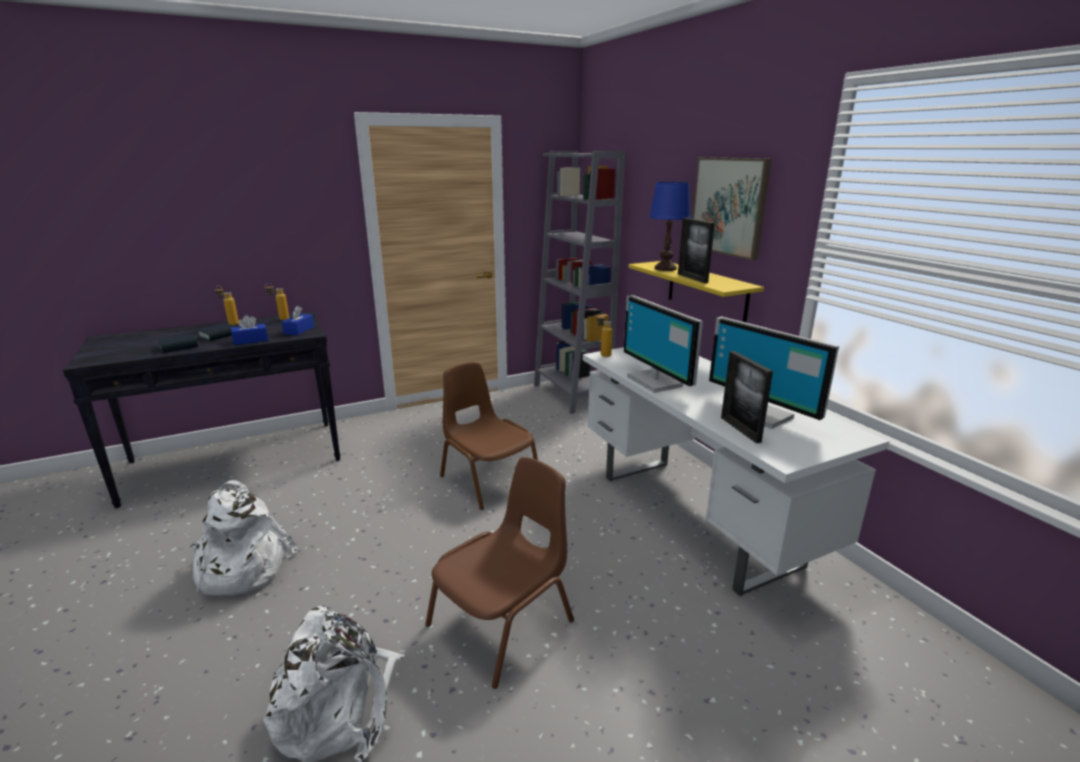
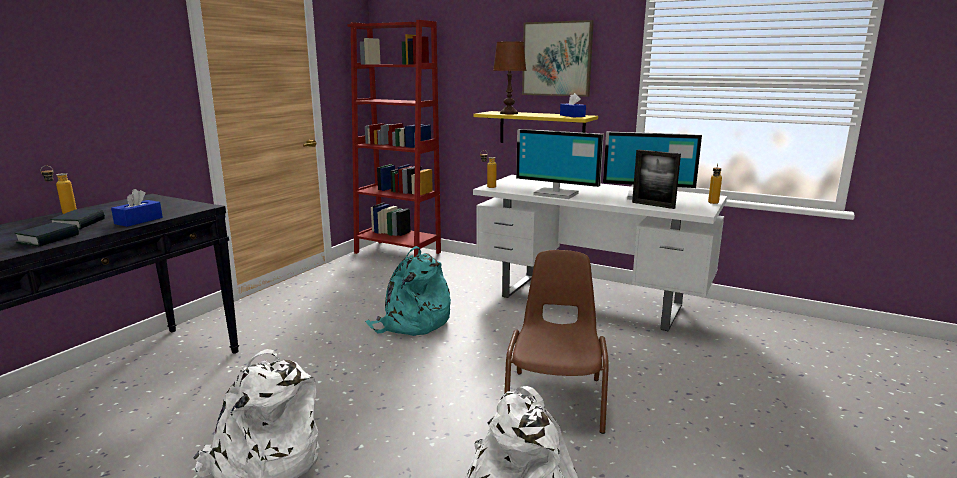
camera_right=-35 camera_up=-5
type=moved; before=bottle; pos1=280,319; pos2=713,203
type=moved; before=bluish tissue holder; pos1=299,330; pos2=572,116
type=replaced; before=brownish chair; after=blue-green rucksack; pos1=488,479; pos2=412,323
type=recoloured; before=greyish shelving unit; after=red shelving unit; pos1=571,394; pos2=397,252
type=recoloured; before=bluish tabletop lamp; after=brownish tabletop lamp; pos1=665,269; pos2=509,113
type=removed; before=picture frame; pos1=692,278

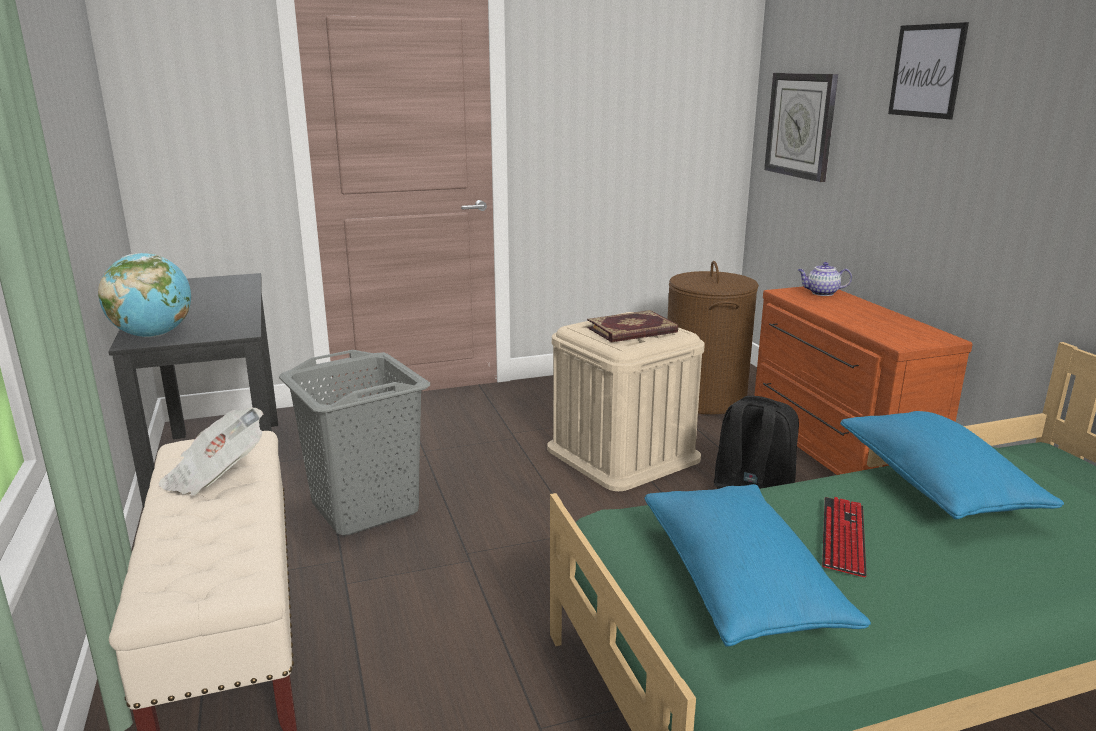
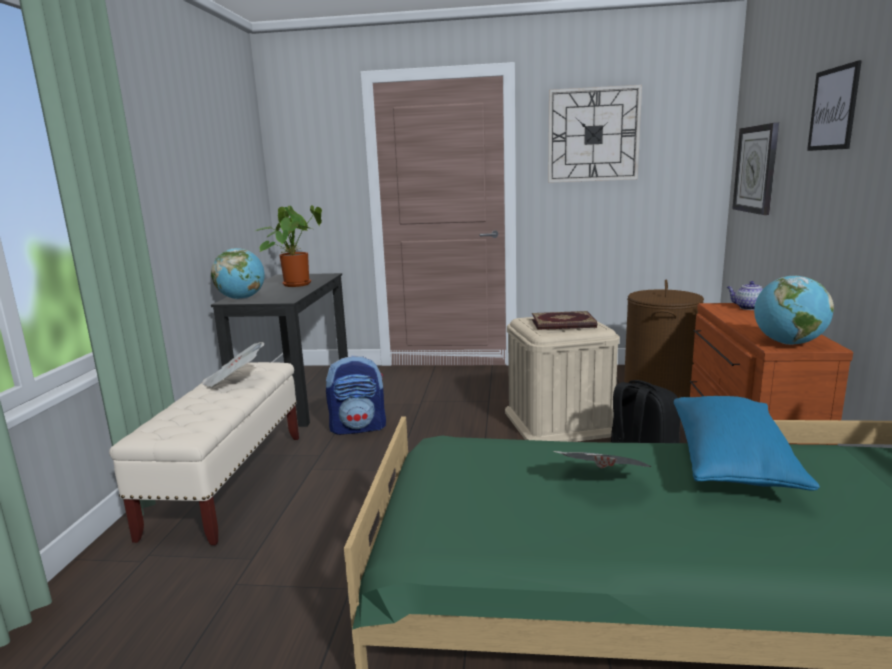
camera_right=25 camera_up=-5
type=replaced; before=greyish laundry basket; after=rucksack; pos1=365,507; pos2=359,428
type=removed; before=bluish pillow; pos1=739,585
type=replaced; before=PC keyboard; after=printed paper; pos1=843,537; pos2=602,482
type=added; after=houseplant; pos2=296,284
type=added; after=clock on the wall; pos2=593,135
type=added; after=desk globe; pos2=788,343

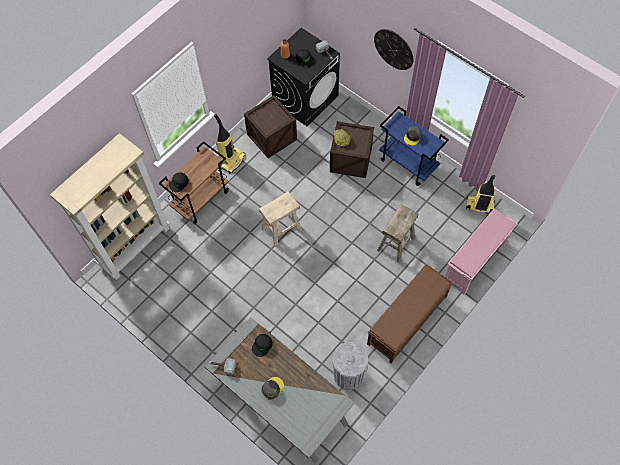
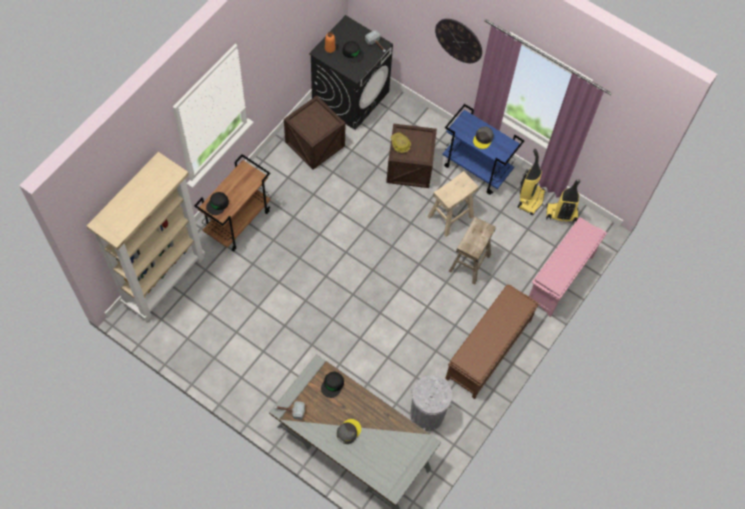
camera_right=-10 camera_up=0
type=moved; before=hoover; pos1=231,160; pos2=530,199
type=moved; before=beige sitting stool; pos1=281,229; pos2=450,216

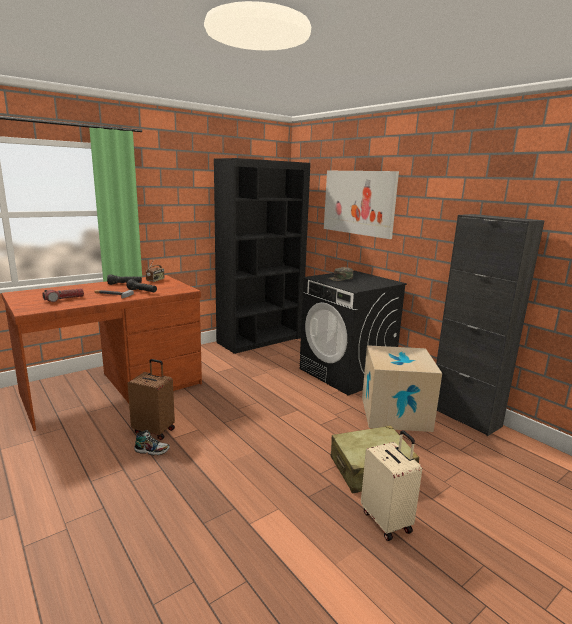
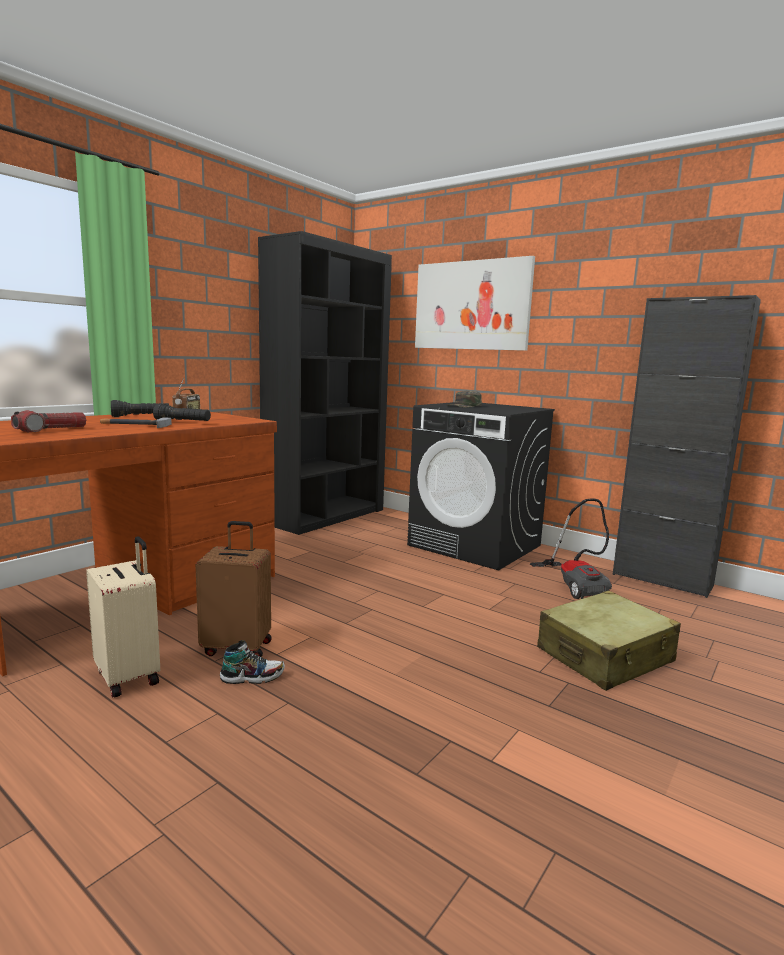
camera_right=-15 camera_up=-5
type=moved; before=beige travel case; pos1=387,521; pos2=129,676
type=replaced; before=cardboard box; after=hoover; pos1=395,413; pos2=576,585

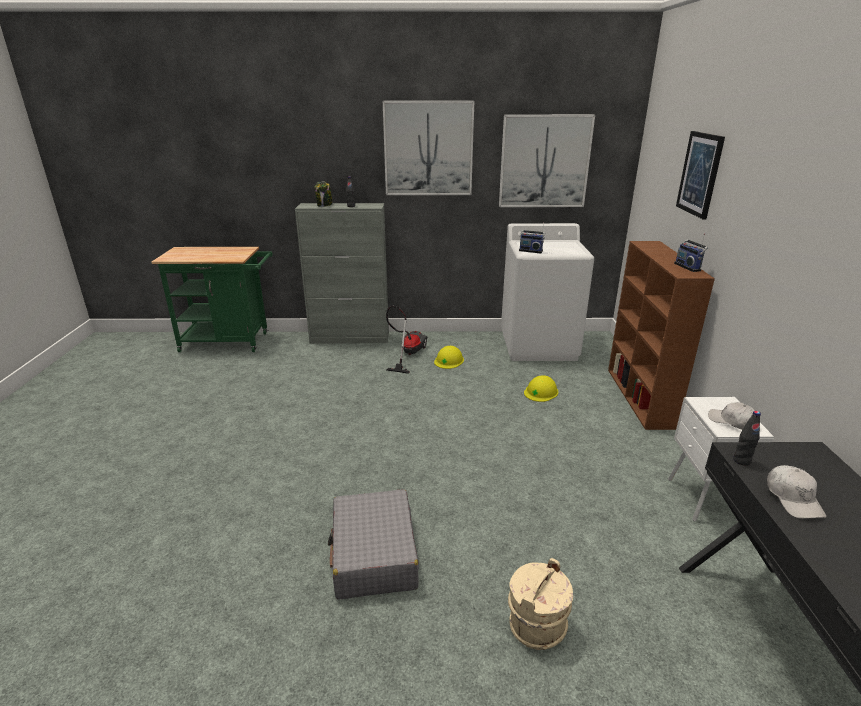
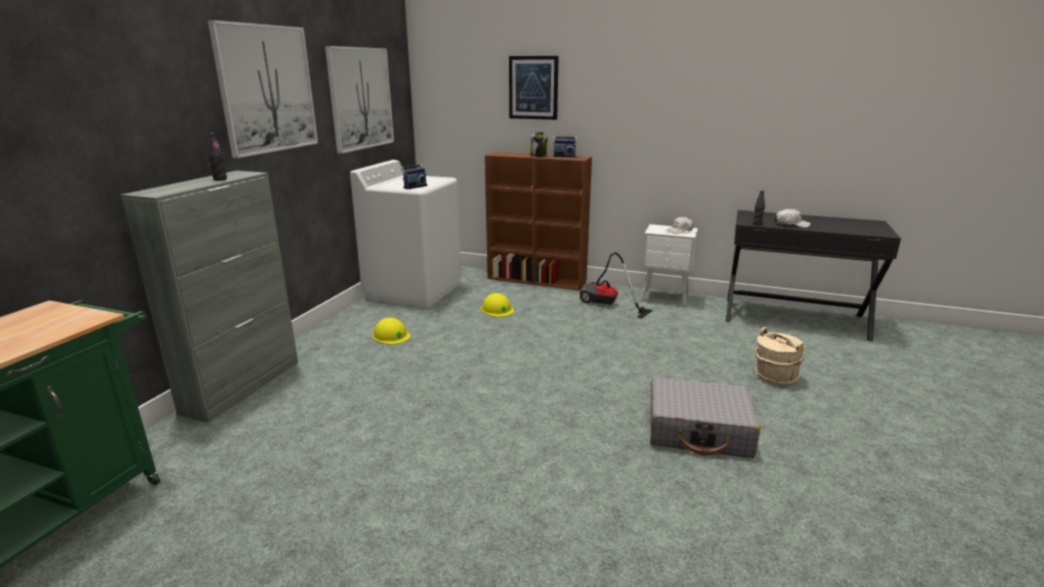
camera_right=-70 camera_up=-5
type=moved; before=storage jar; pos1=324,205; pos2=538,156
type=moved; before=hoover; pos1=407,354; pos2=607,305

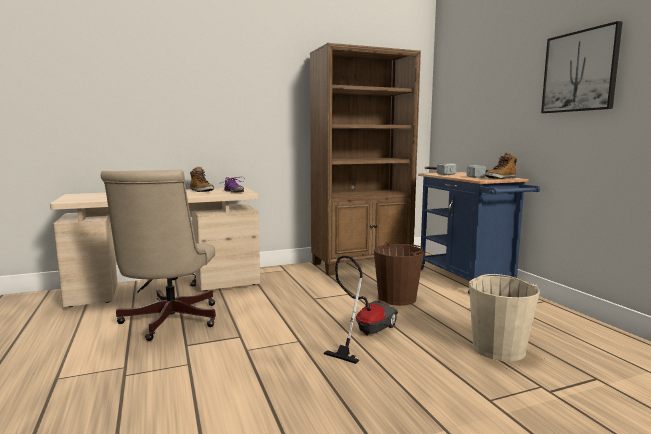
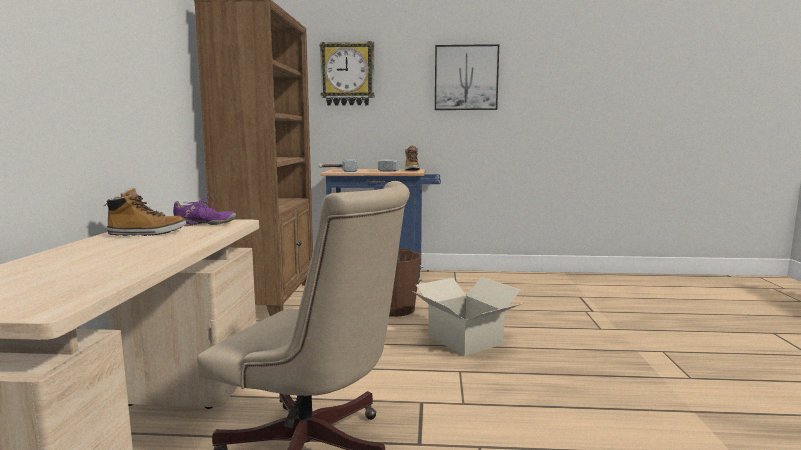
camera_right=-65 camera_up=0
type=replaced; before=hoover; after=cardboard box; pos1=364,333; pos2=465,339
type=removed; before=beige bucket; pos1=498,348
type=added; after=clock on the wall; pos2=348,74

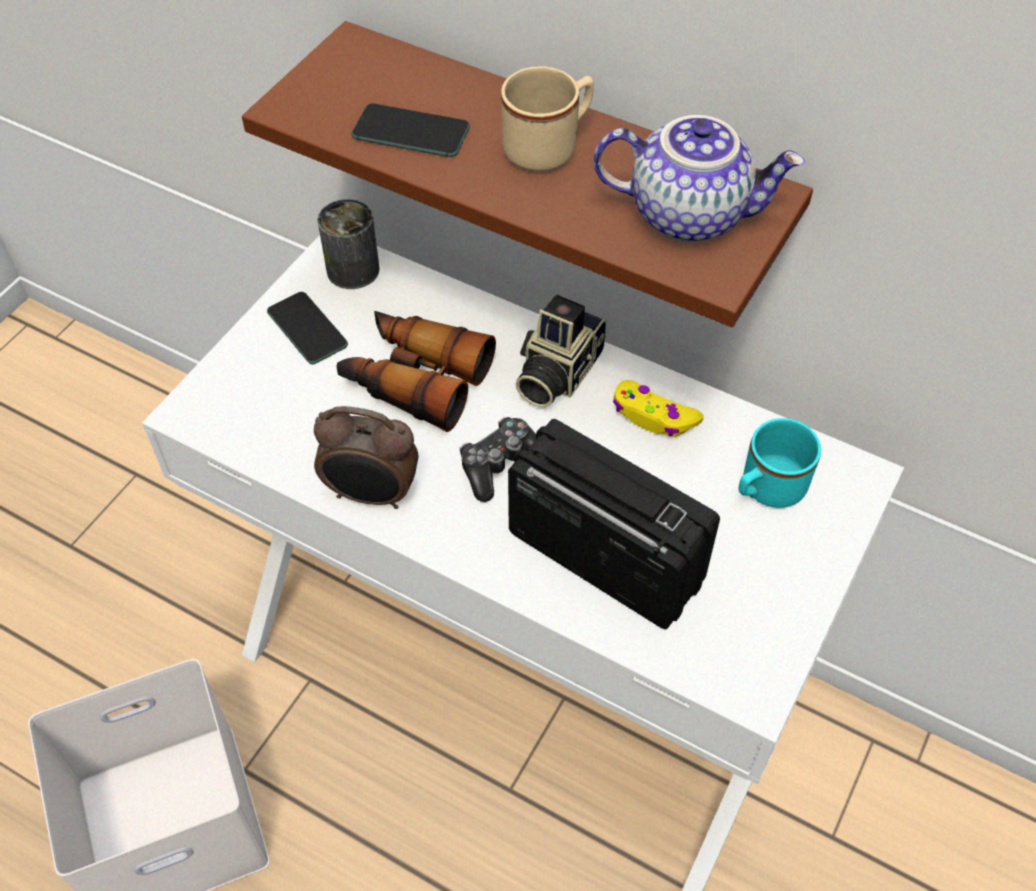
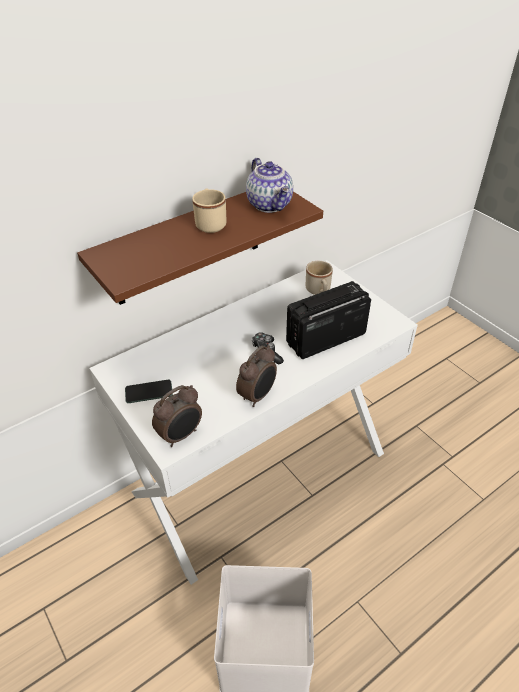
camera_right=-65 camera_up=-10
type=removed; before=sealed can; pos1=353,270
type=removed; before=binoculars; pos1=414,379
type=removed; before=phone; pos1=411,132
type=removed; before=still camera; pos1=555,372
type=turned; before=pot for tea; pos1=689,213; pos2=270,205; turn=120
type=removed; before=yellow-coloured game controller; pos1=653,416
type=recoloured; before=blue-green mug; after=beige mug; pos1=766,490; pos2=319,291
type=added; after=table clock; pos2=181,435

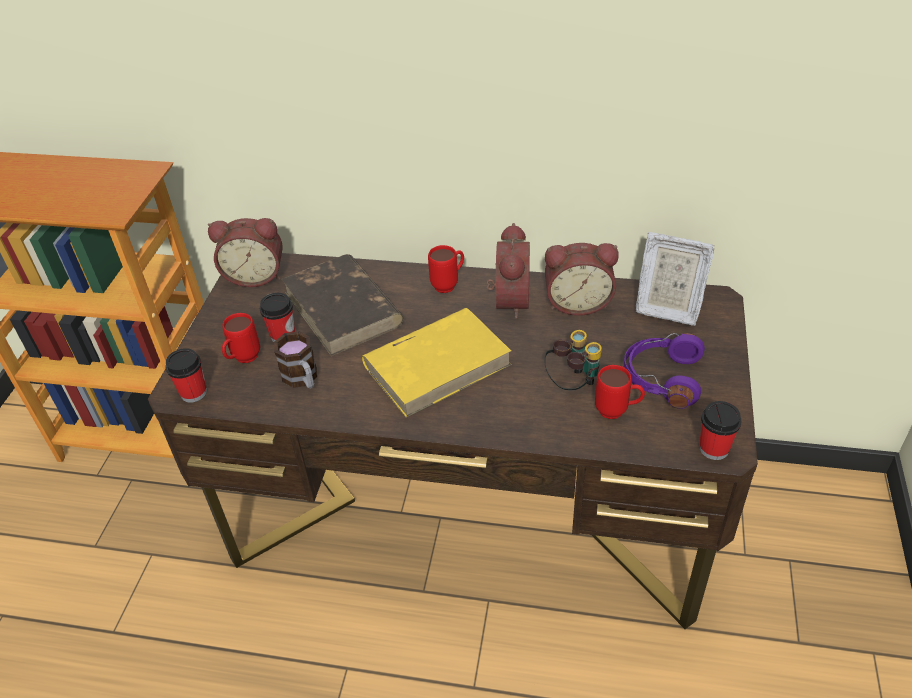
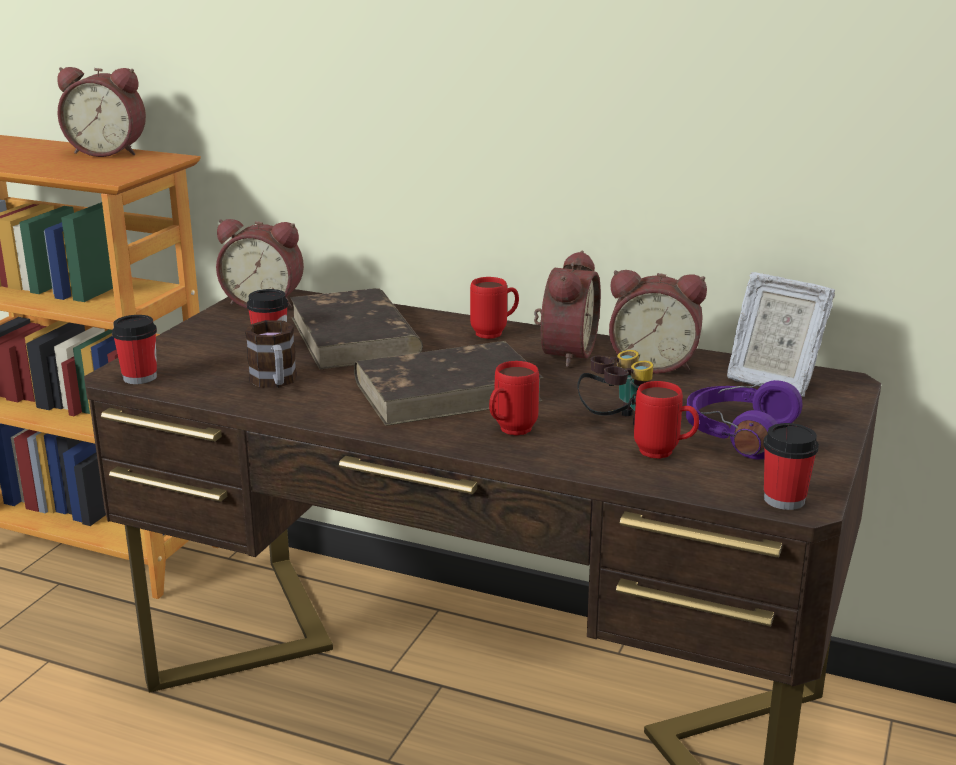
camera_right=10 camera_up=-20
type=moved; before=red mug; pos1=243,360; pos2=510,432
type=recoloured; before=yellow-coloured bound book; after=brownish bound book; pos1=438,364; pos2=448,390
type=added; after=table clock; pos2=108,152

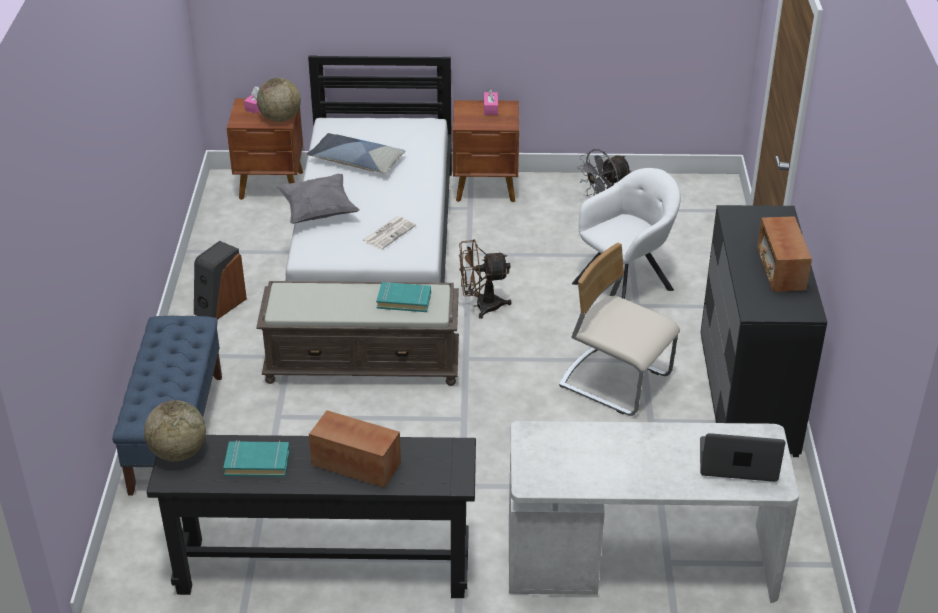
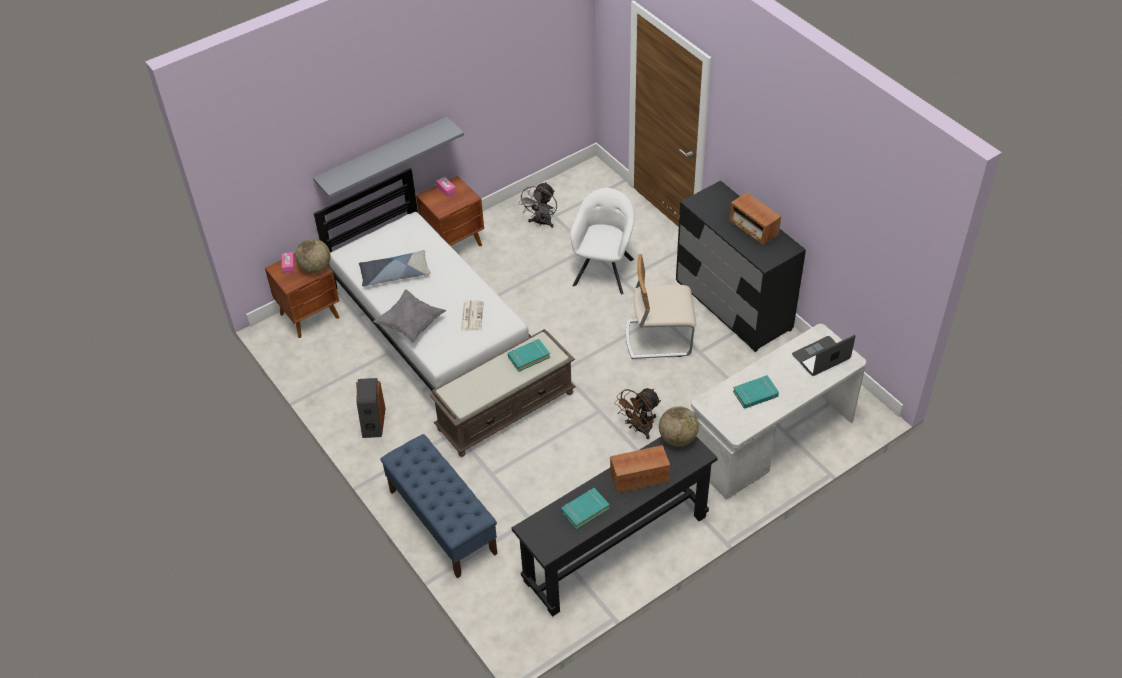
camera_right=-35 camera_up=10
type=moved; before=desk globe; pos1=178,452; pos2=677,438
type=moved; before=brownish cooling fan; pos1=481,306; pos2=639,429
type=added; after=greyish wall shelf; pos2=383,156
type=added; after=blue-green bound book; pos2=755,394

